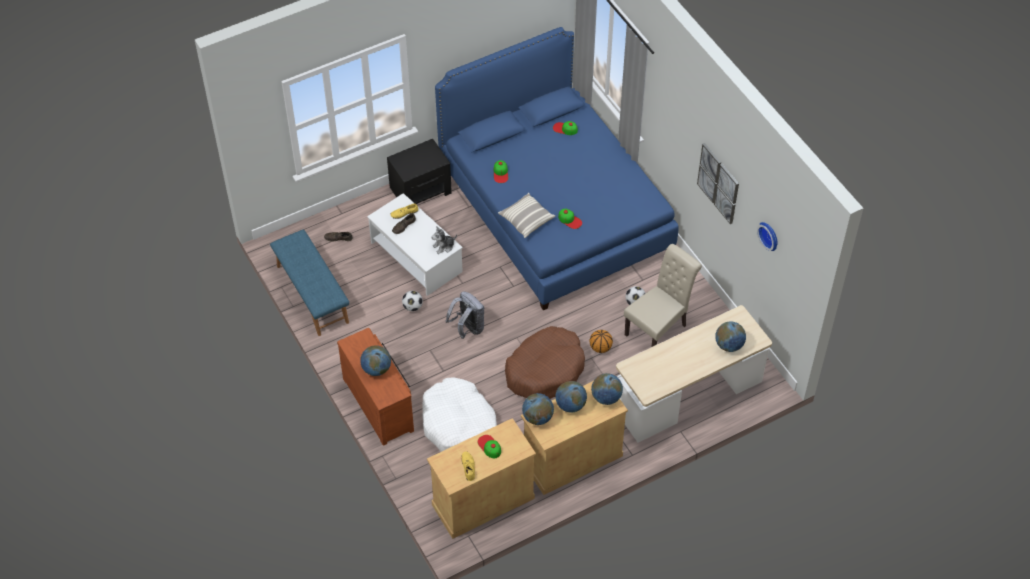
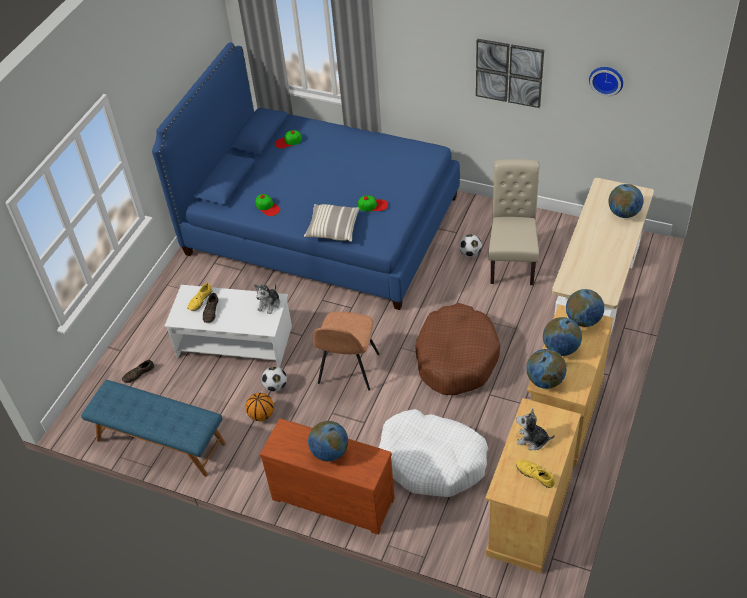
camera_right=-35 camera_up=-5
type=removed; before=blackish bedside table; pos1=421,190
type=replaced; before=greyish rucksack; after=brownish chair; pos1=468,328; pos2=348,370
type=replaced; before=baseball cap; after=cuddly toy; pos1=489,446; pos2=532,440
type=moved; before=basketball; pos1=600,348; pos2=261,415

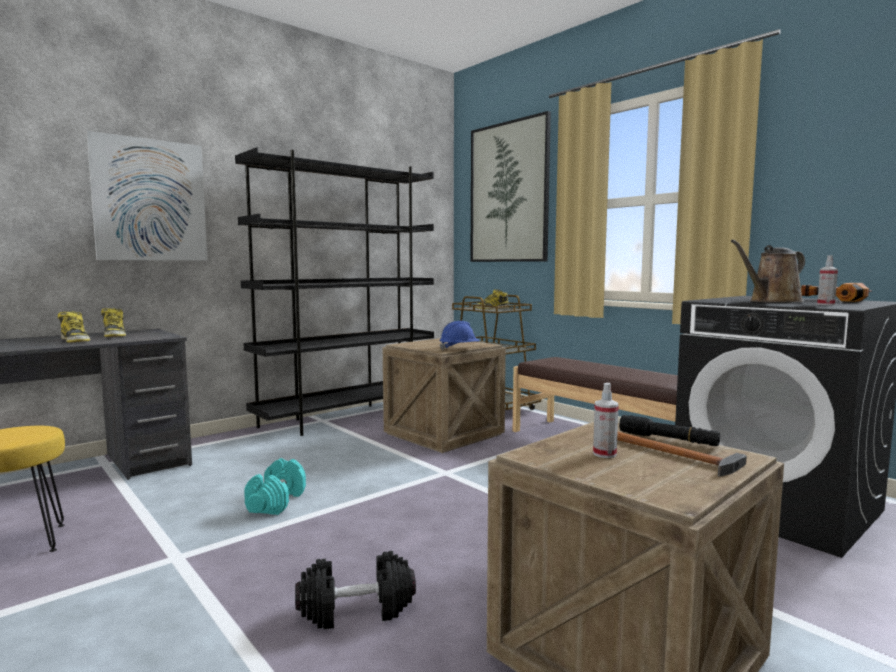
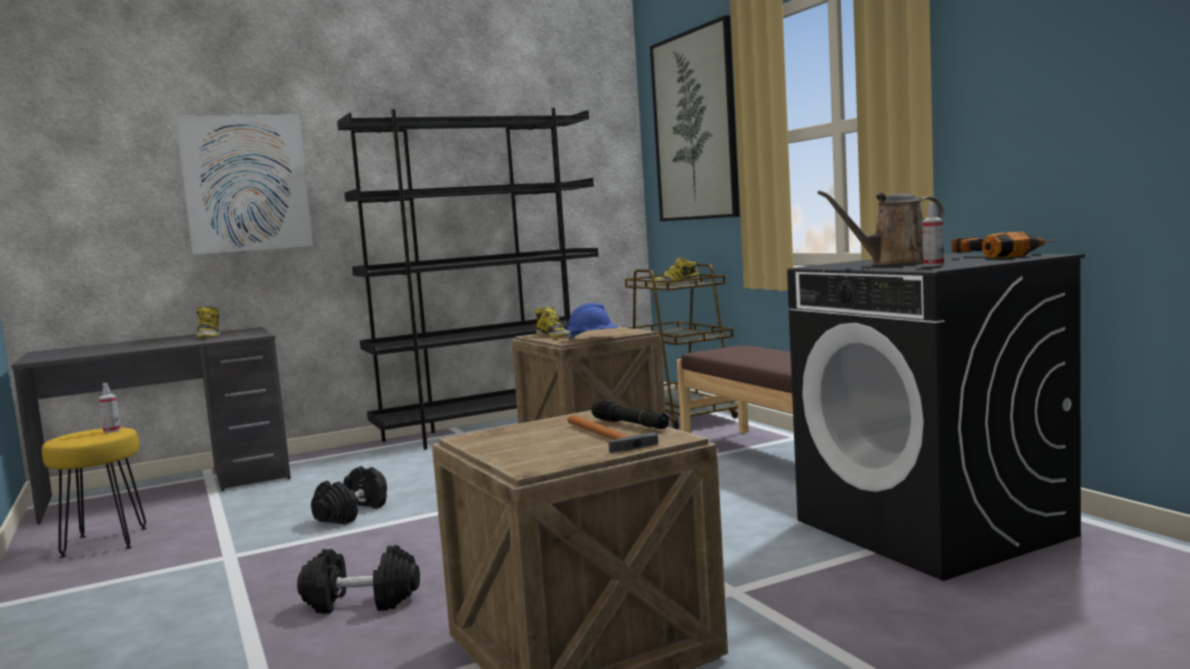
camera_right=15 camera_up=0
type=moved; before=tall boot; pos1=75,340; pos2=553,335
type=recoloured; before=blue-green hand weight; after=blackish hand weight; pos1=276,502; pos2=352,513
type=moved; before=hand sprayer; pos1=604,454; pos2=111,431

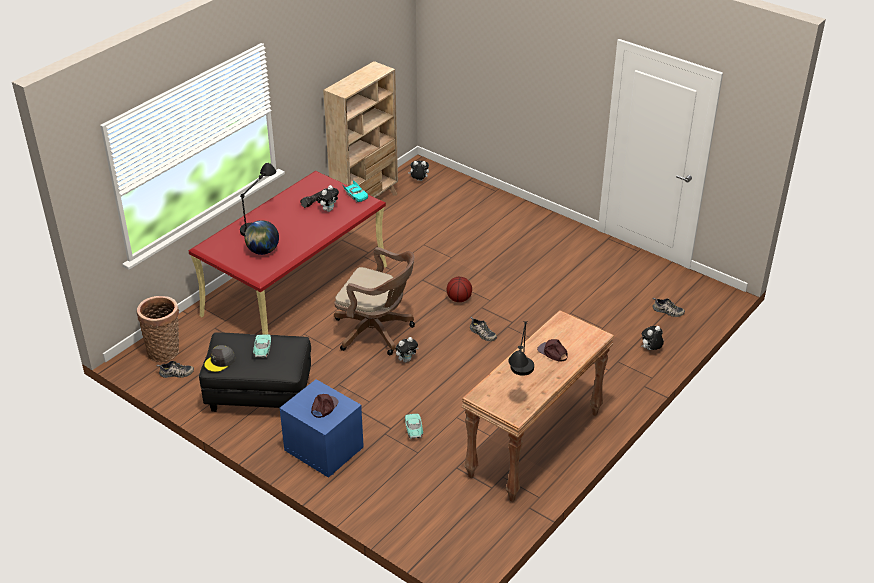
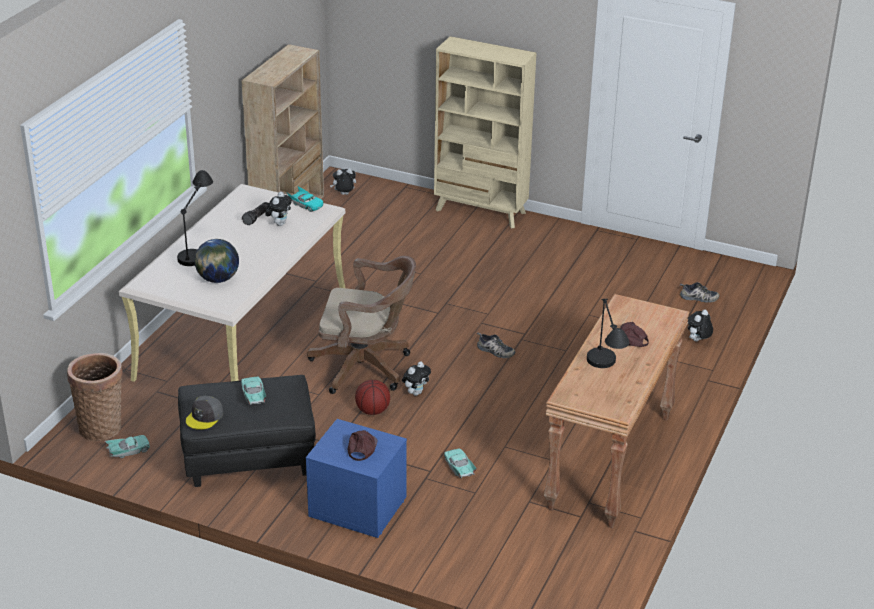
camera_right=-15 camera_up=-5
type=replaced; before=item of footwear; after=blue-green toy car; pos1=176,373; pos2=128,451
type=recoloured; before=red desk table; after=beige desk table; pos1=296,290; pos2=243,334
type=moved; before=basketball; pos1=459,299; pos2=372,411
type=added; after=beige shelving unit; pos2=481,212

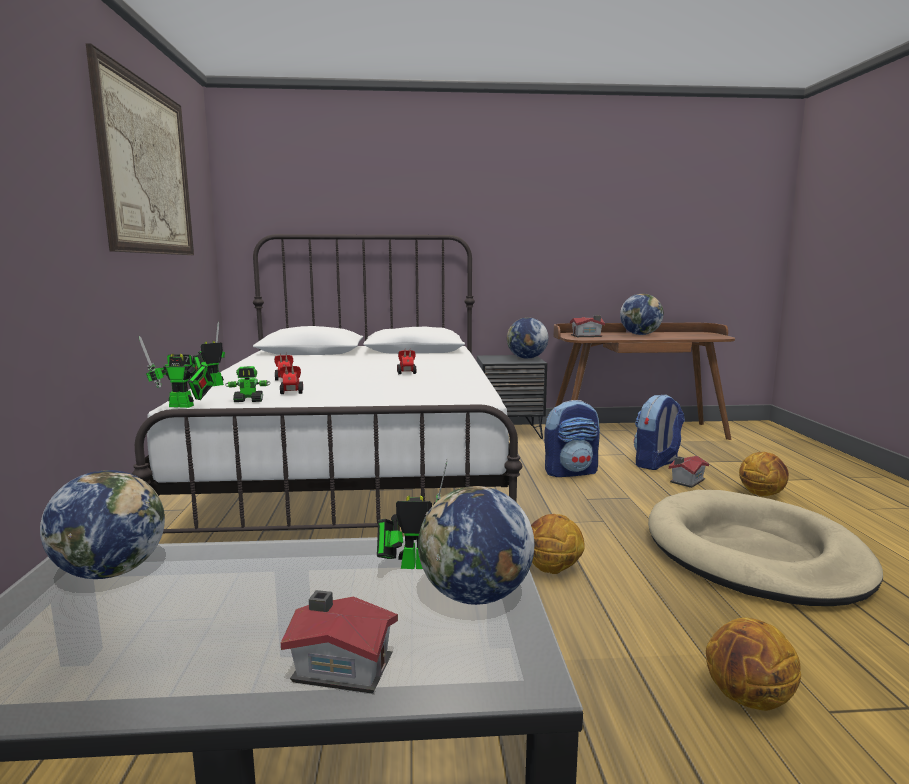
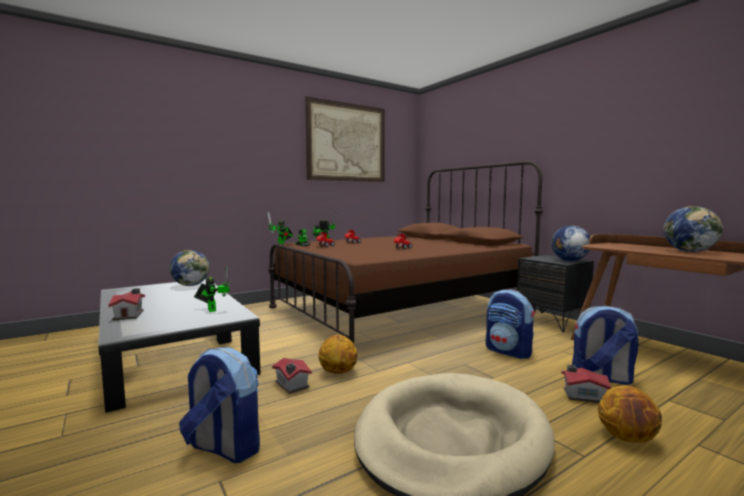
camera_right=60 camera_up=-5
type=recoloured; before=whitish sleeping bed; after=brownish sleeping bed; pos1=357,474; pos2=401,309
type=removed; before=desk globe; pos1=475,596
type=moved; before=miniature house; pos1=587,336; pos2=291,385
type=replaced; before=basketball; after=rucksack; pos1=748,699; pos2=223,448

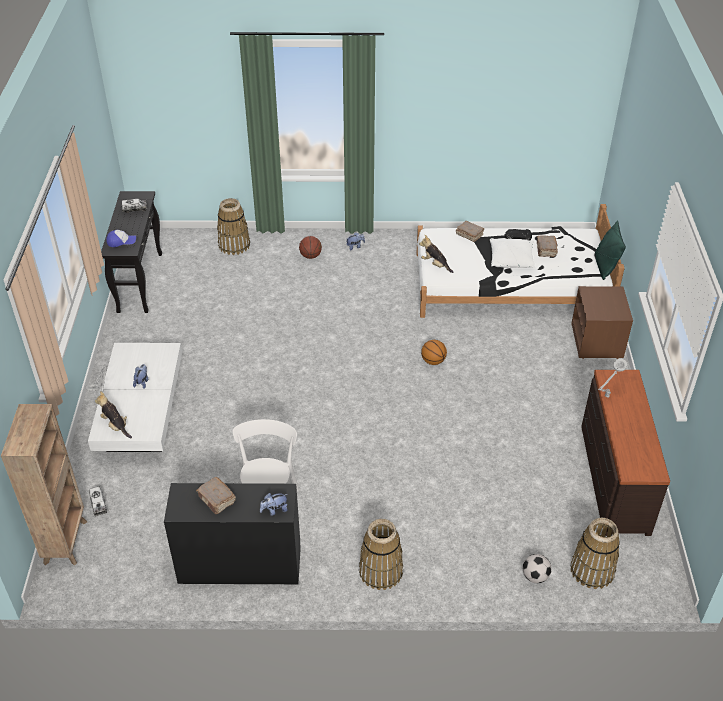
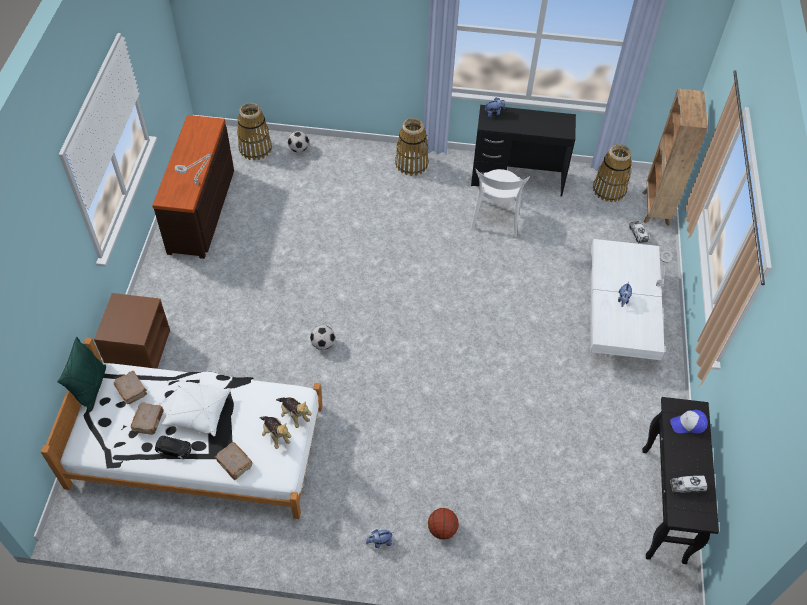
camera_right=-175 camera_up=10
type=moved; before=cuddly toy; pos1=116,425; pos2=275,435
type=moved; before=brownish bound book; pos1=216,500; pos2=131,390
type=moved; before=storage basket; pos1=234,245; pos2=609,189
type=replaced; before=basketball; after=football ball; pos1=433,361; pos2=323,344

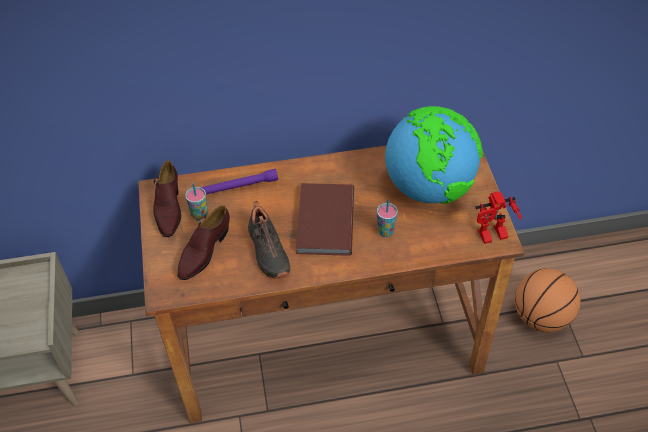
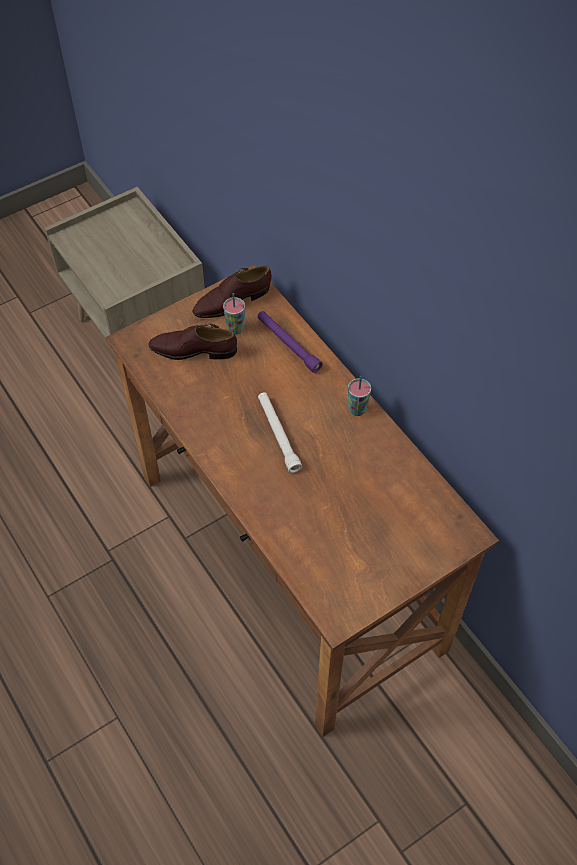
camera_right=65 camera_up=5
type=removed; before=blackish item of footwear; pos1=267,251
type=replaced; before=brownish bound book; after=whitish flashlight; pos1=323,222; pos2=278,434
type=moved; before=drinking cup; pos1=385,231; pos2=357,409
type=removed; before=desk globe; pos1=429,187
type=removed; before=toy robot; pos1=492,237
type=removed; before=basketball; pos1=541,317

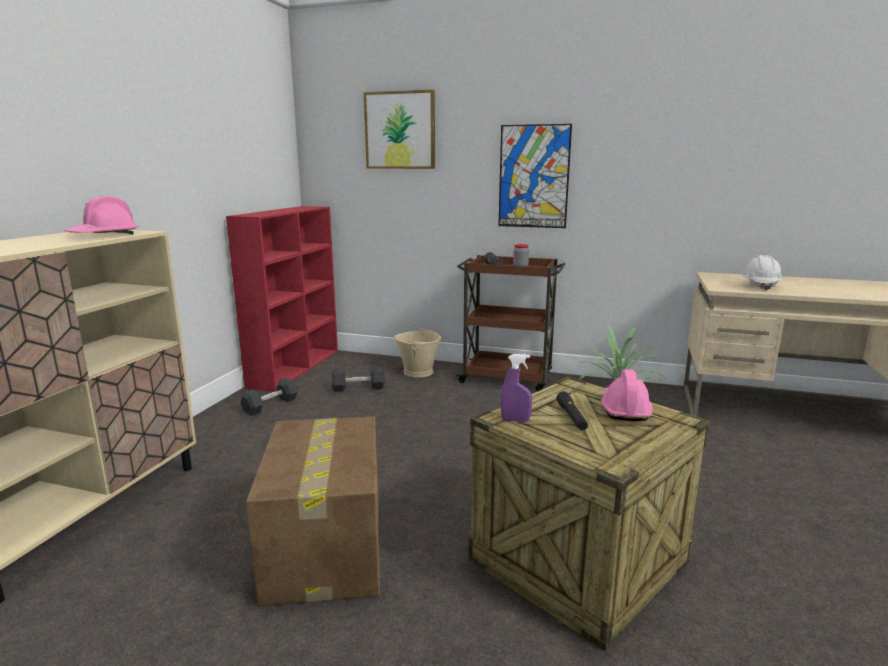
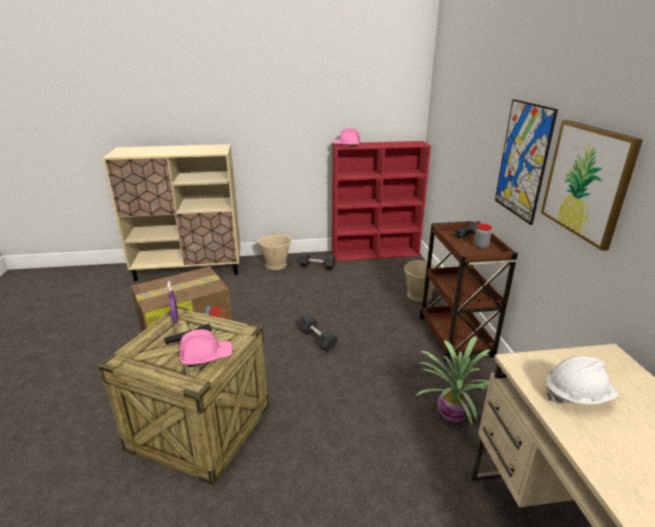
camera_right=65 camera_up=10
type=moved; before=pink-coloured safety helmet; pos1=104,235; pos2=346,145
type=moved; before=blackish hand weight; pos1=358,388; pos2=318,339
type=moved; before=wall art; pos1=400,130; pos2=587,181
type=added; after=beige bucket; pos2=276,264

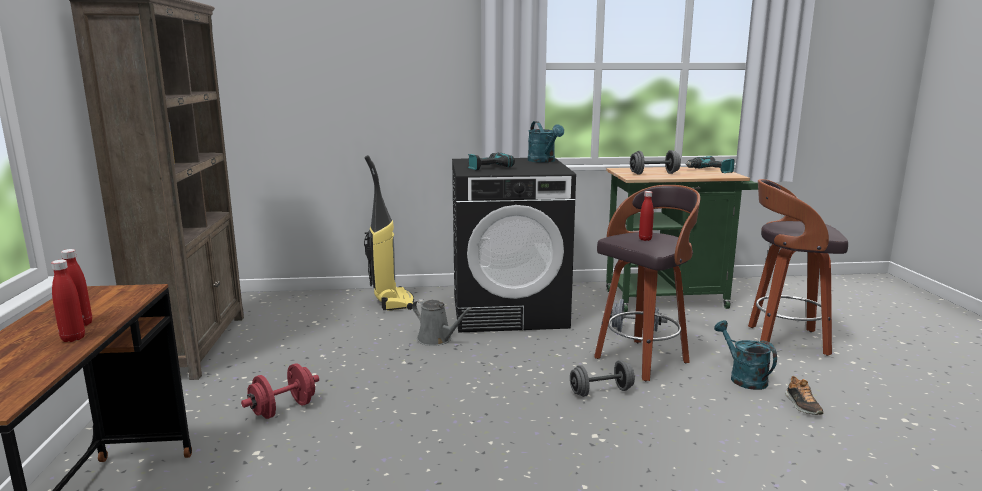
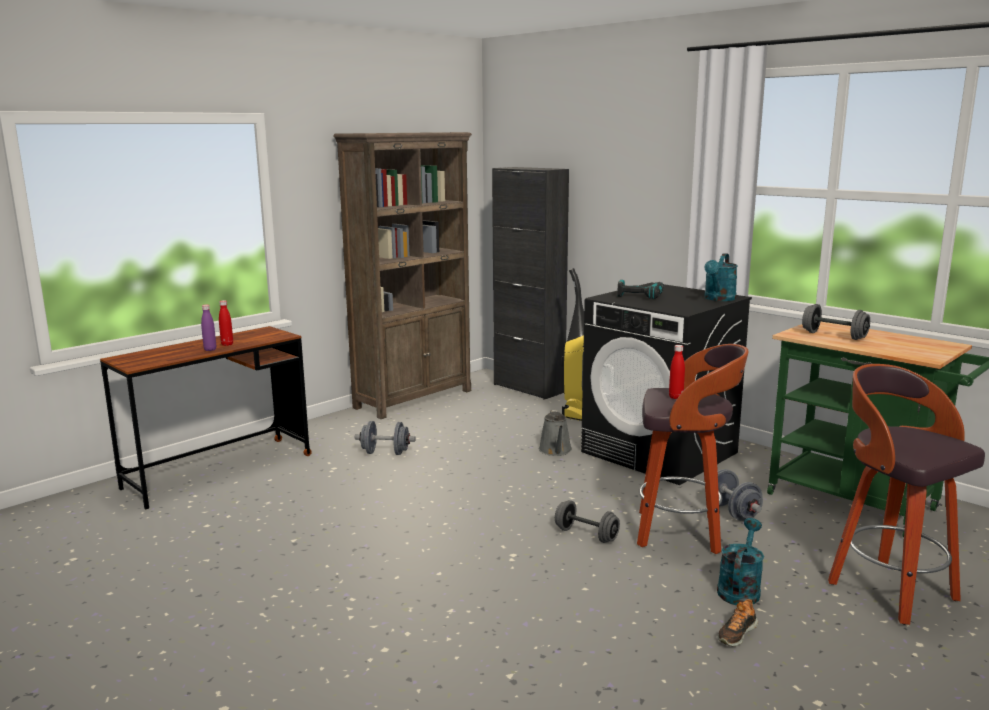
camera_right=50 camera_up=0
type=recoloured; before=red bottle; after=purple bottle; pos1=73,338; pos2=210,349
type=recoloured; before=red hand weight; after=greyish hand weight; pos1=283,409; pos2=385,453
type=removed; before=drill; pos1=709,171
type=added; after=blackish cabinet; pos2=529,388

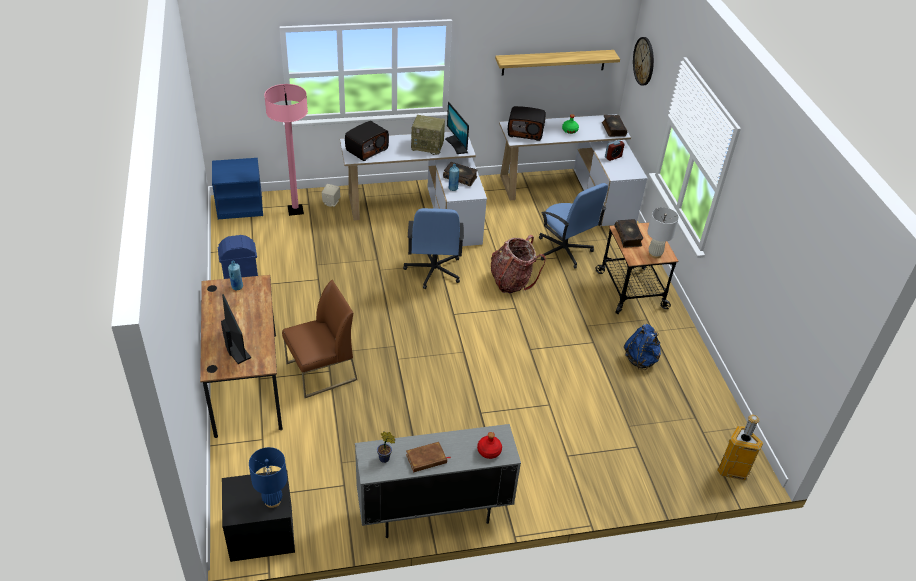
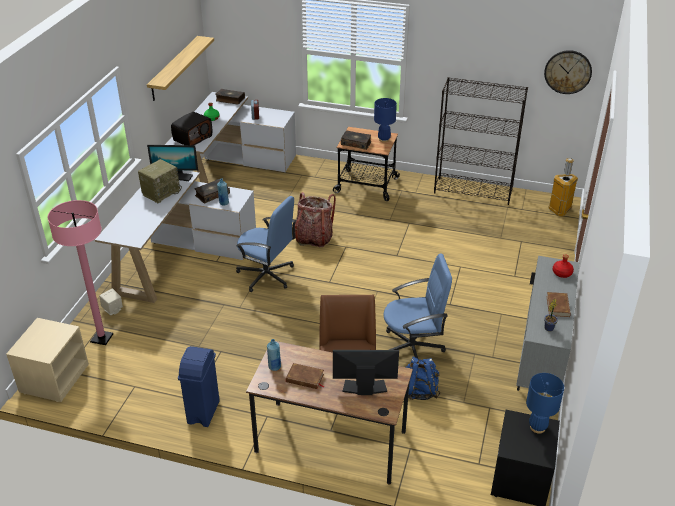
camera_right=-60 camera_up=-5
type=recoloured; before=bluish bedside table; after=beige bedside table; pos1=240,206; pos2=54,378
type=removed; before=radio; pos1=366,149
type=moved; before=bluish office chair; pos1=564,251; pos2=412,348
type=moved; before=bluish rucksack; pos1=641,359; pos2=420,391
type=moved; before=clock on the wall; pos1=644,61; pos2=568,72
type=recoloured; before=whitish tabletop lamp; after=bluish tabletop lamp; pos1=655,254; pos2=384,139
type=added; after=brownish bound book; pos2=305,378
type=added; after=blackish shelving unit; pos2=473,191

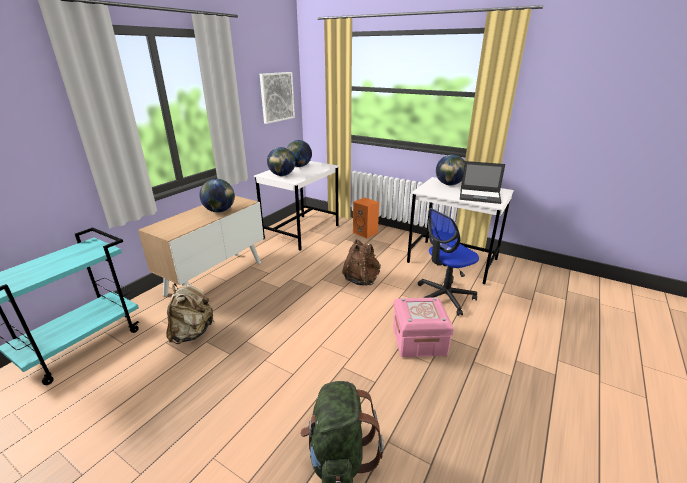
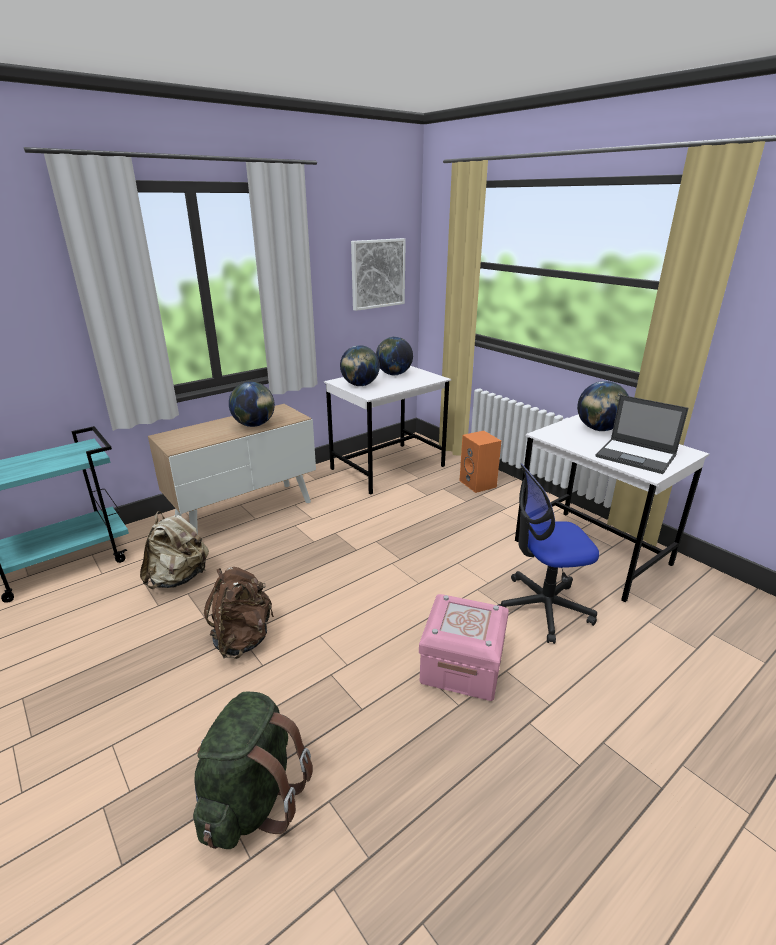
camera_right=20 camera_up=0
type=moved; before=brownish rucksack; pos1=361,280; pos2=243,639

